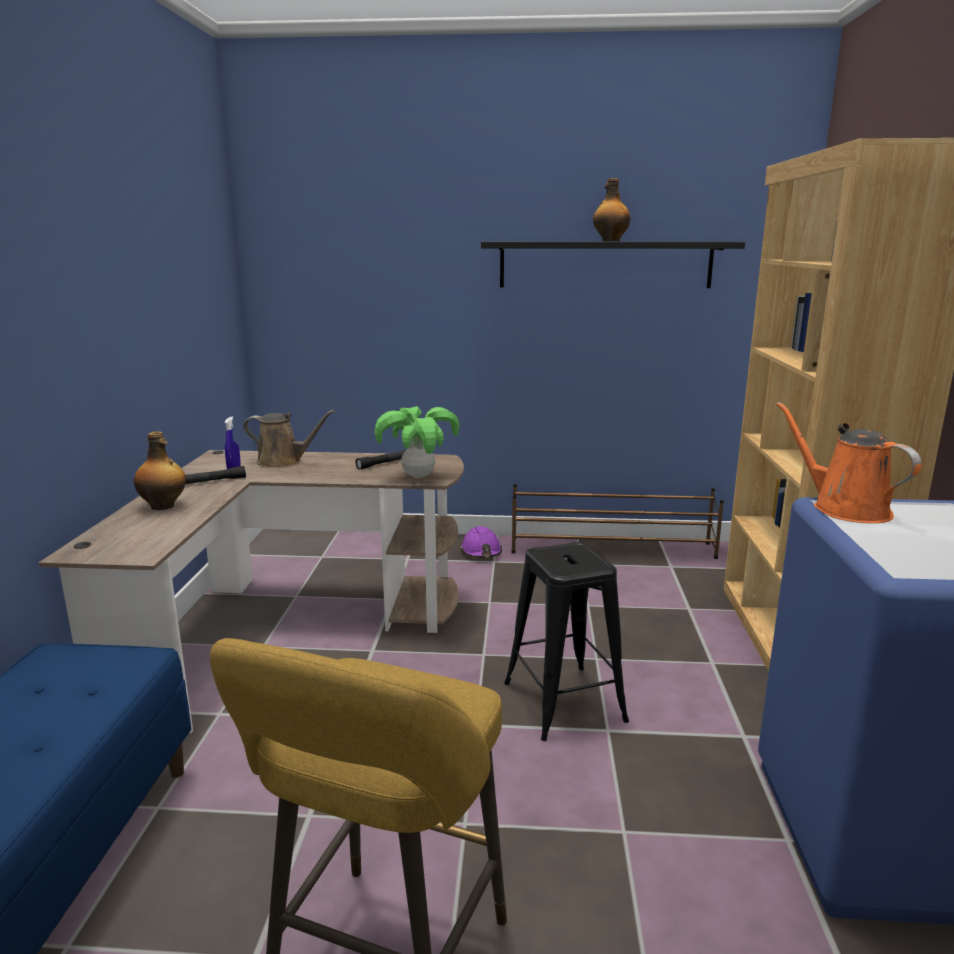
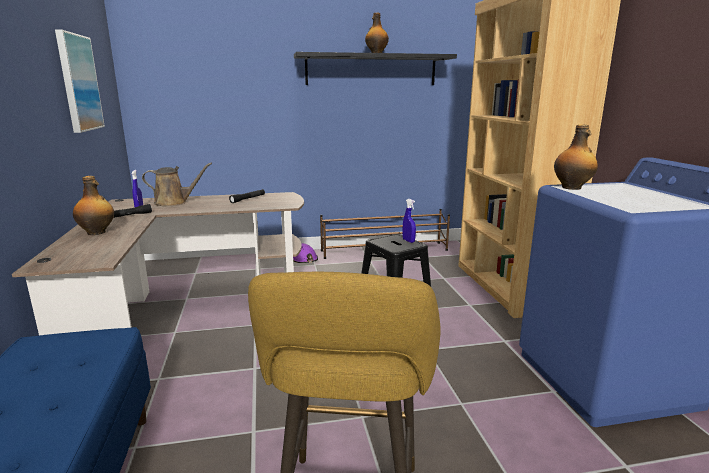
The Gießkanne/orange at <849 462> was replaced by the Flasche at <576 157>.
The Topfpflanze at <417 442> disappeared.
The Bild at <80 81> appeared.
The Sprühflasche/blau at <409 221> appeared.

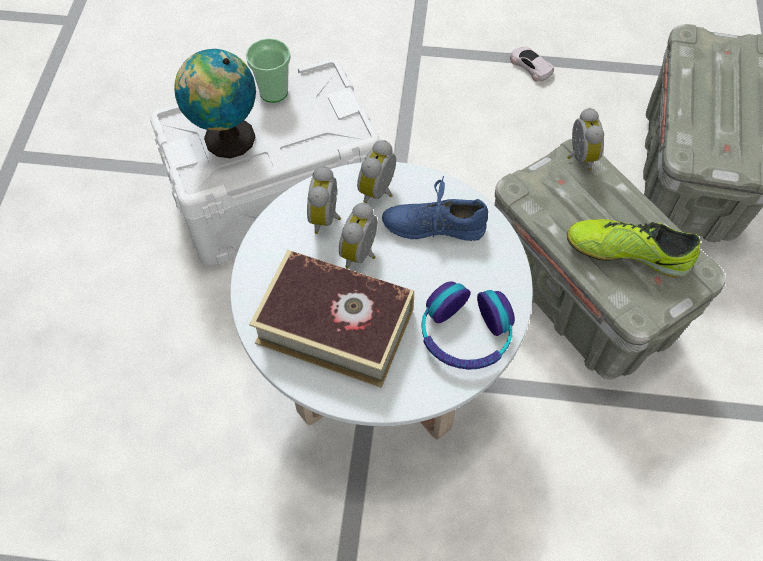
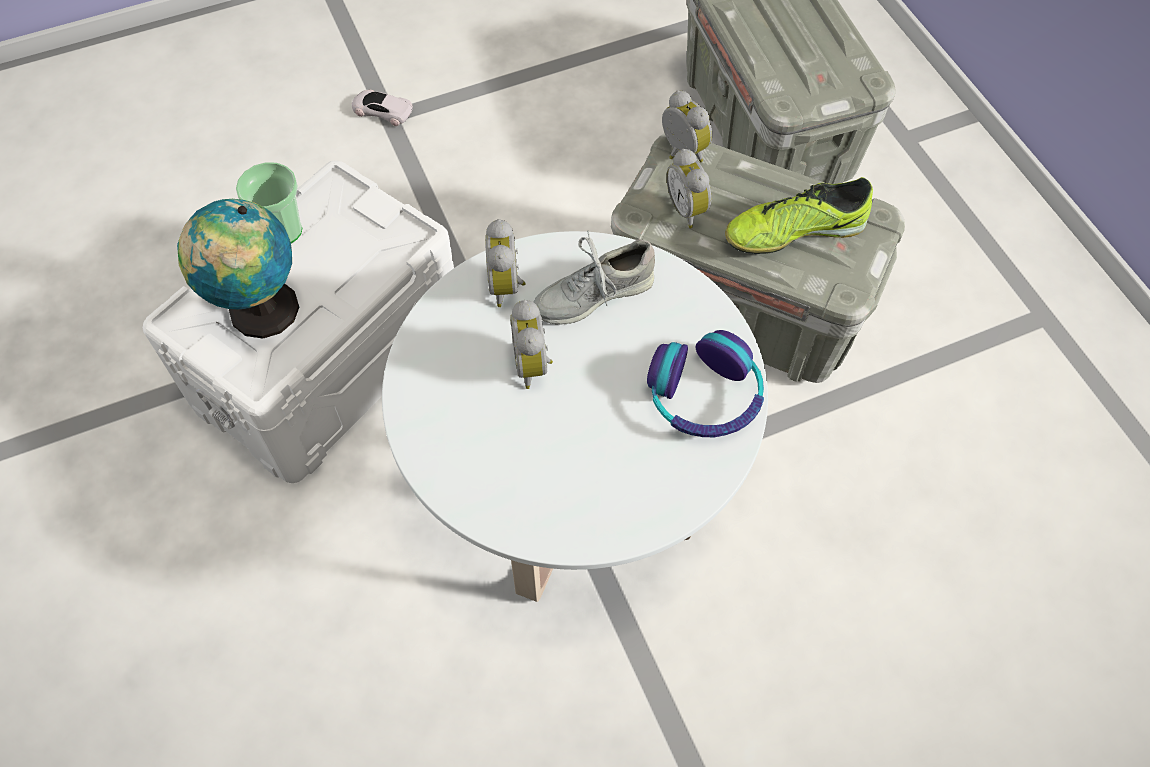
The Spielzeugauto/weiß moved from <532 64> to <382 108>.
The Wecker moved from <324 200> to <688 188>.
The Schuh/blau at <435 208> became the Schuh/grau at <594 277>.
The Buch at <331 319> disappeared.

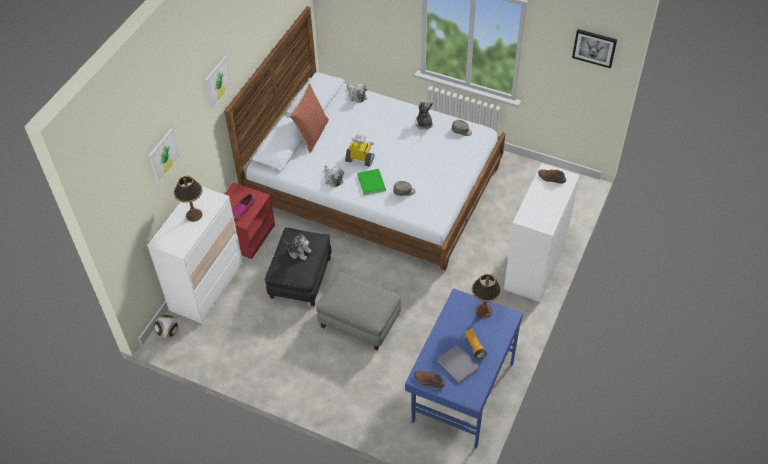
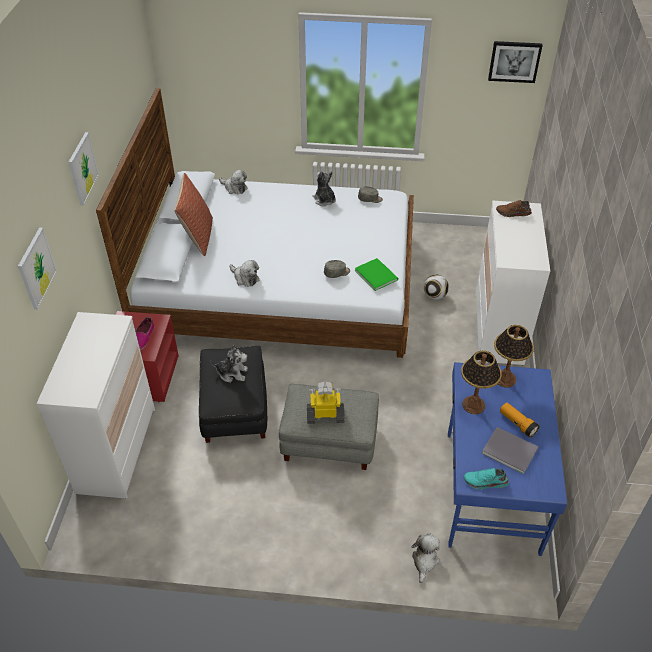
The Spielzeugroboter moved from <360 150> to <325 403>.
The Buch/grün moved from <371 182> to <376 274>.
The Tischlampe moved from <188 199> to <481 382>.
The Fußball moved from <166 326> to <436 287>.
The Schuh/braun at <429 379> became the Schuh/türkis at <486 479>.
The Plüschtier at <426 558> appeared.

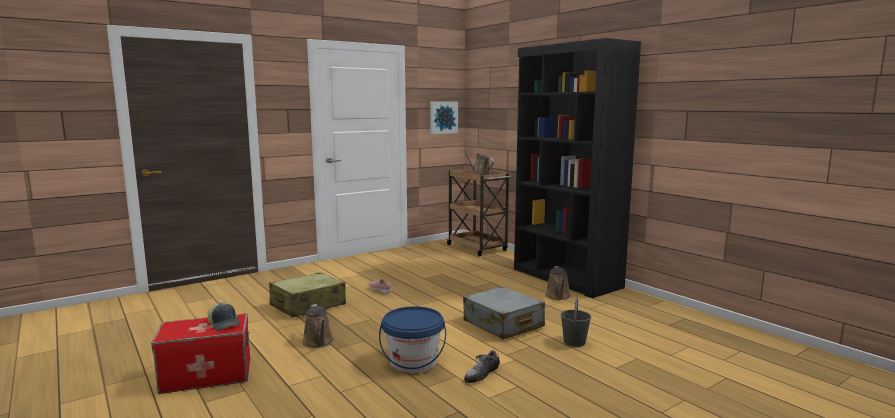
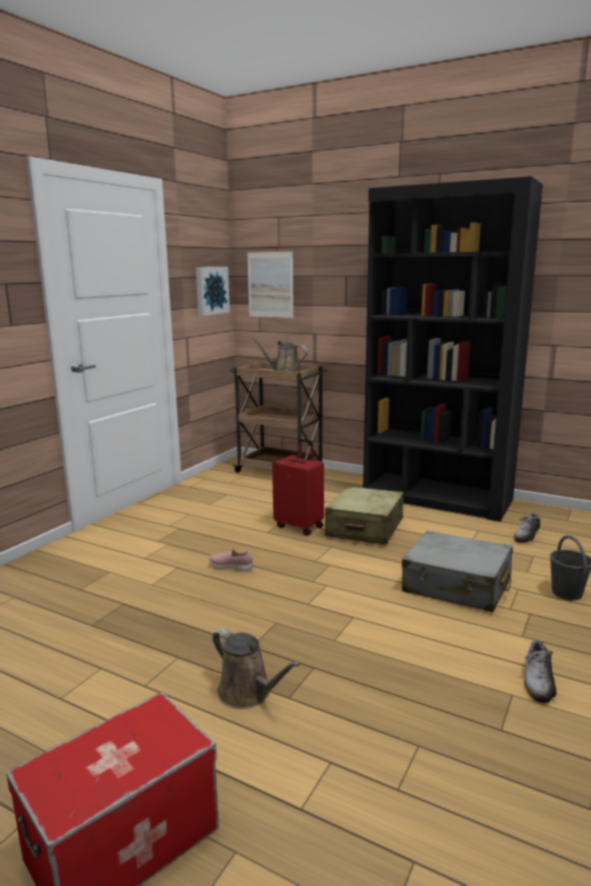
The Gießkanne/braun at <558 283> disappeared.
The Koffer/beige moved from <307 294> to <364 515>.
The Kappe at <224 316> disappeared.
The Eimer/blau at <412 339> disappeared.
The Bild at <270 284> appeared.
The Koffer/rot at <298 487> appeared.
The Schuh at <527 528> appeared.

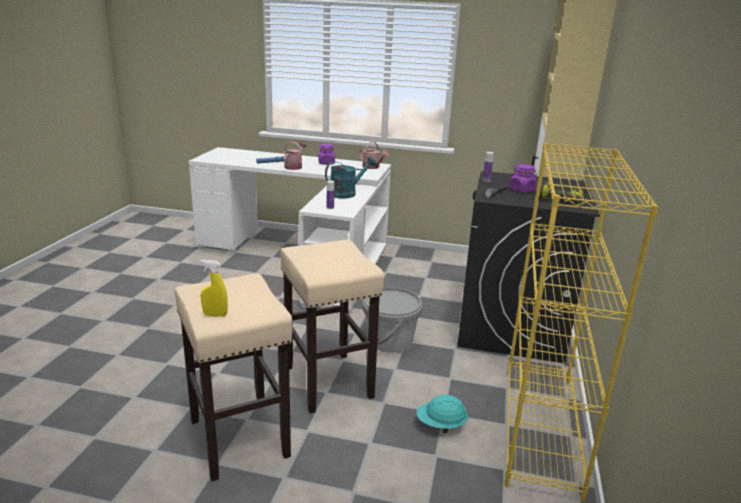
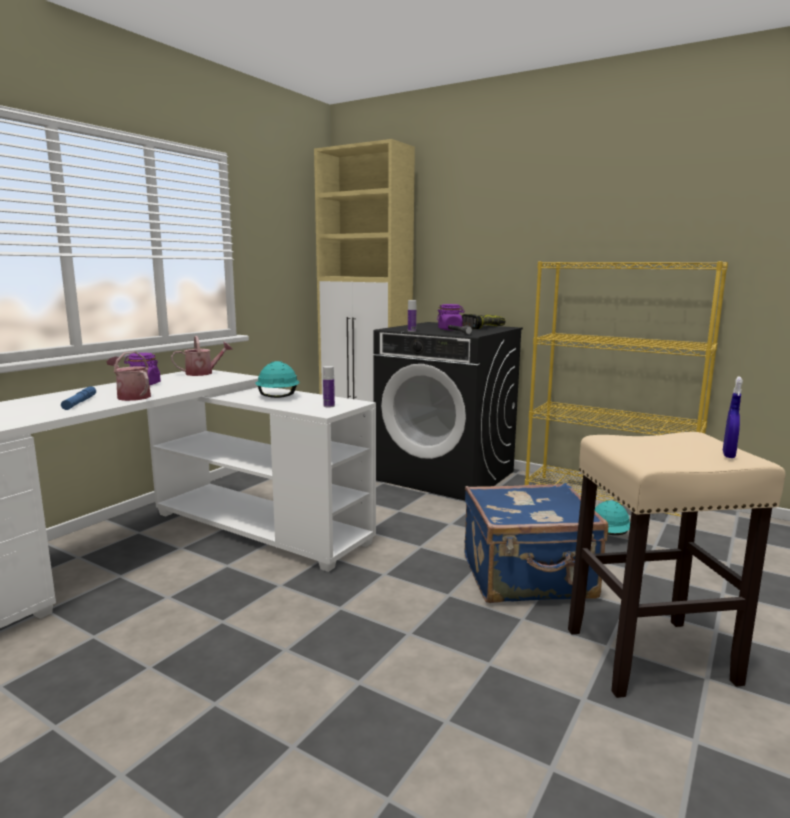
The Gießkanne/türkis at <350 177> was replaced by the Schutzhelm/türkis at <277 379>.
The Hocker/beige at <332 327> was replaced by the Koffer/blau at <536 543>.
The Sprühflasche/gelb at <214 288> became the Sprühflasche/blau at <733 417>.
The Eimer/grau at <392 320> disappeared.

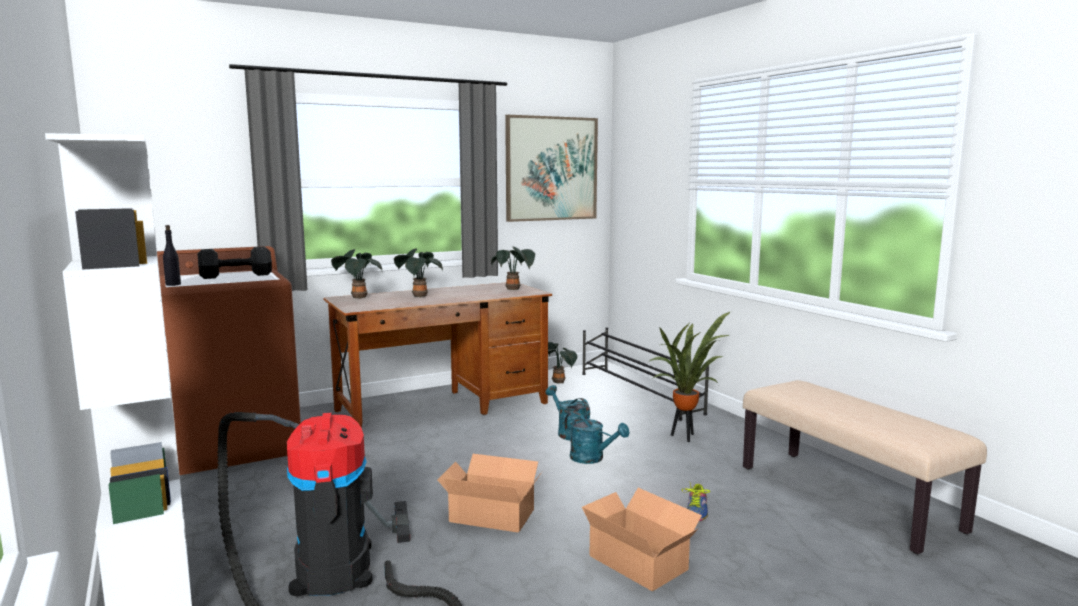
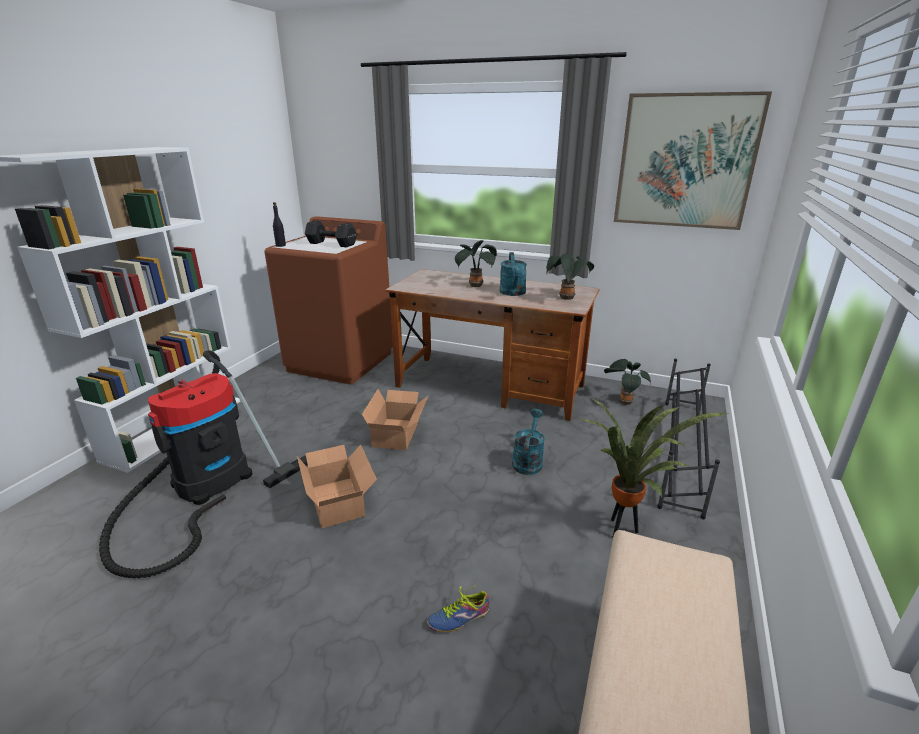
The Topfpflanze at <356 274> disappeared.
The Gießkanne/türkis moved from <597 437> to <513 274>.
The Karton moved from <642 539> to <395 419>.

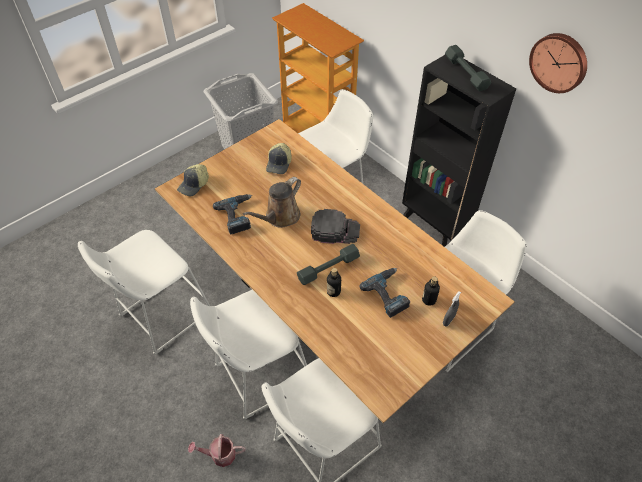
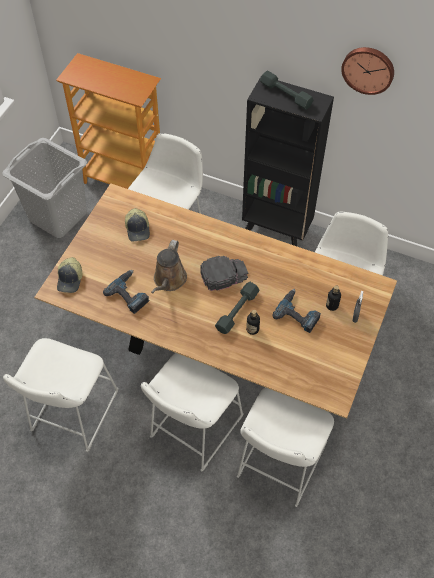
The Gießkanne at <217 450> disappeared.

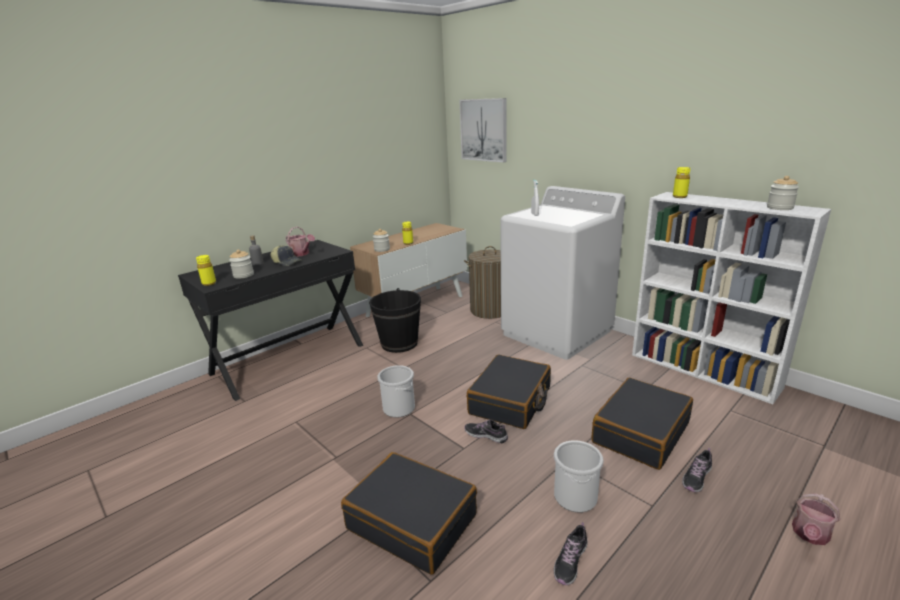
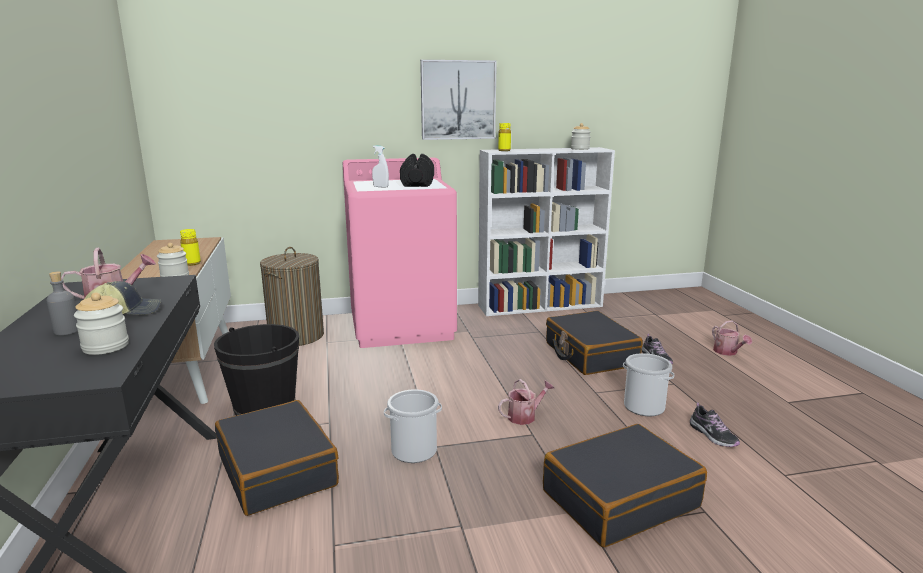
The Bild moved from <483 130> to <458 100>.
The Waschmaschine/weiß at <562 273> became the Waschmaschine/rosa at <399 253>.
The Flasche/gelb at <206 270> disappeared.
The Koffer/schwarz moved from <509 392> to <277 458>.
The Schuh at <486 431> was replaced by the Gießkanne at <526 402>.
The Hantel/schwarz at <417 170> appeared.

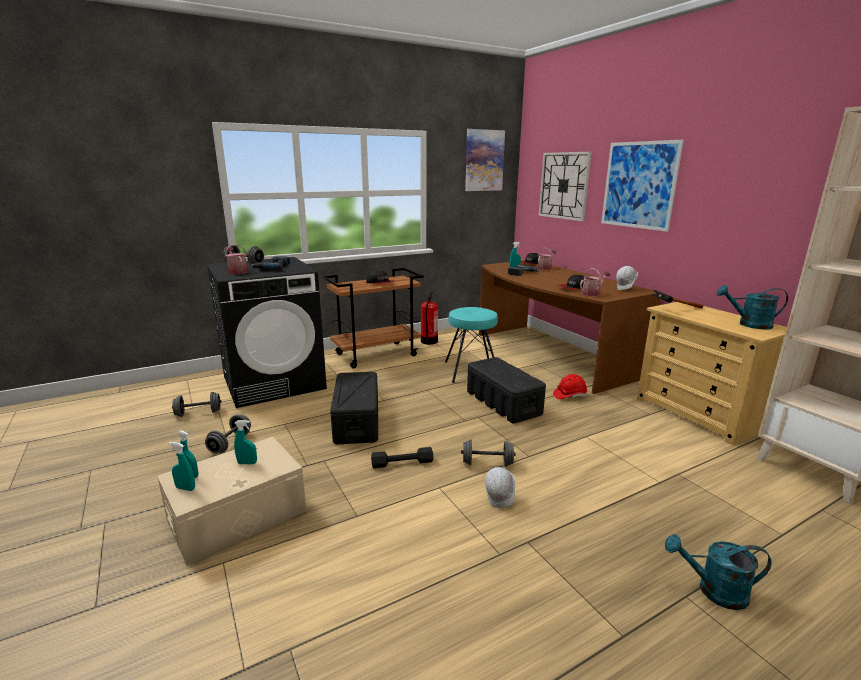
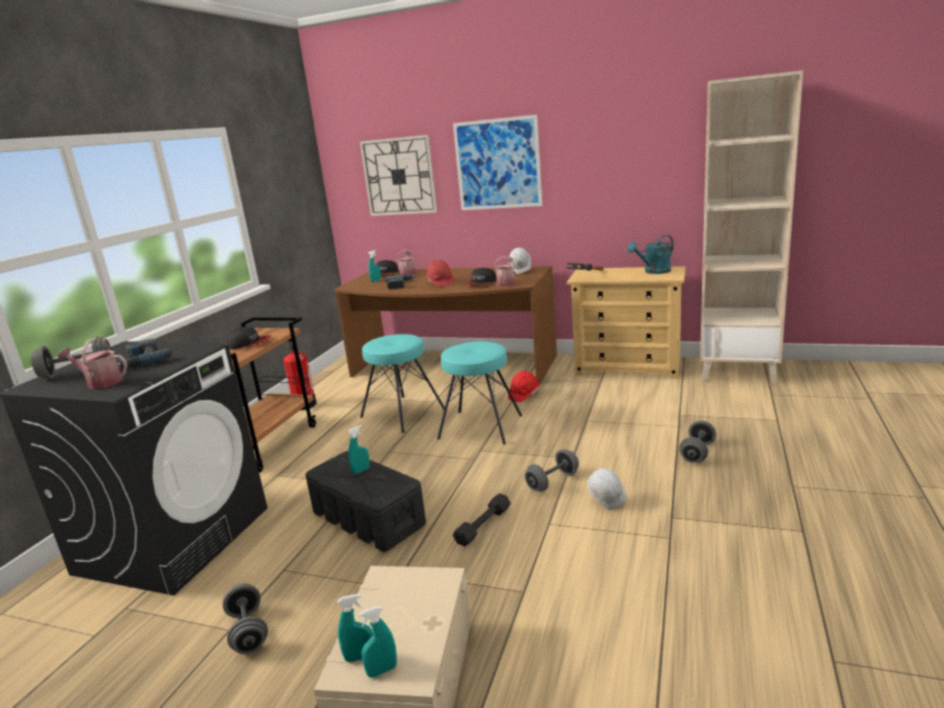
The Bild at <485 160> disappeared.
The Aufbewahrungsbox/schwarz at <506 390> was replaced by the Hocker/türkis at <479 393>.
The Hantel/grau moved from <197 404> to <697 442>.
The Sprühflasche/türkis moved from <245 442> to <359 449>.
The Gießkanne/türkis at <718 572> disappeared.
The Schutzhelm/rot at <440 273> appeared.

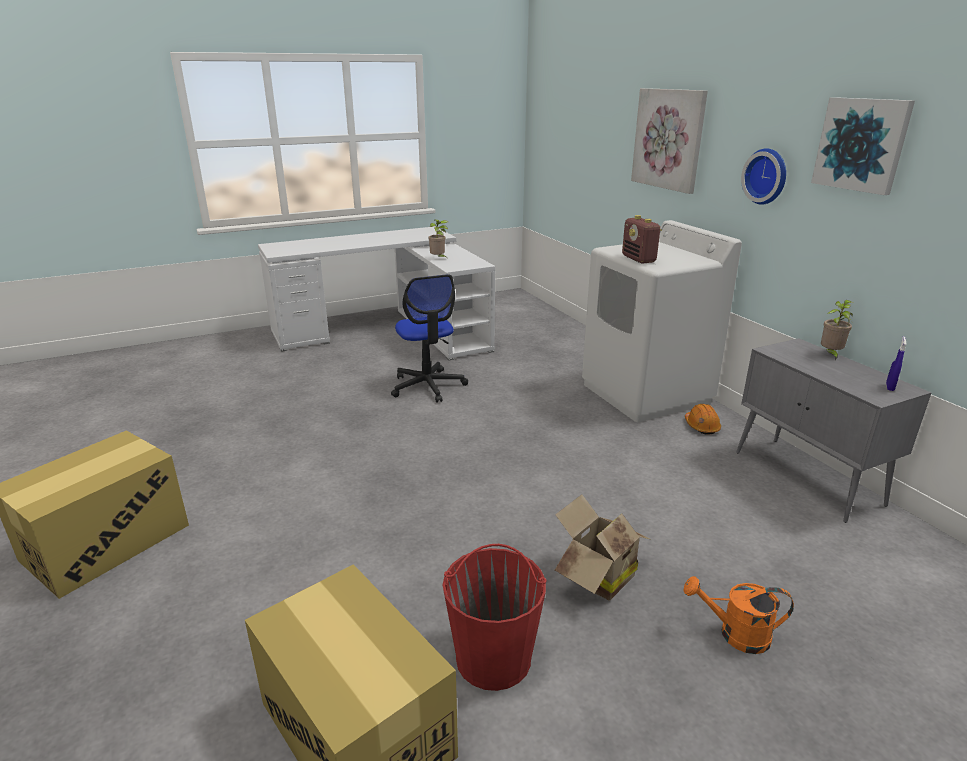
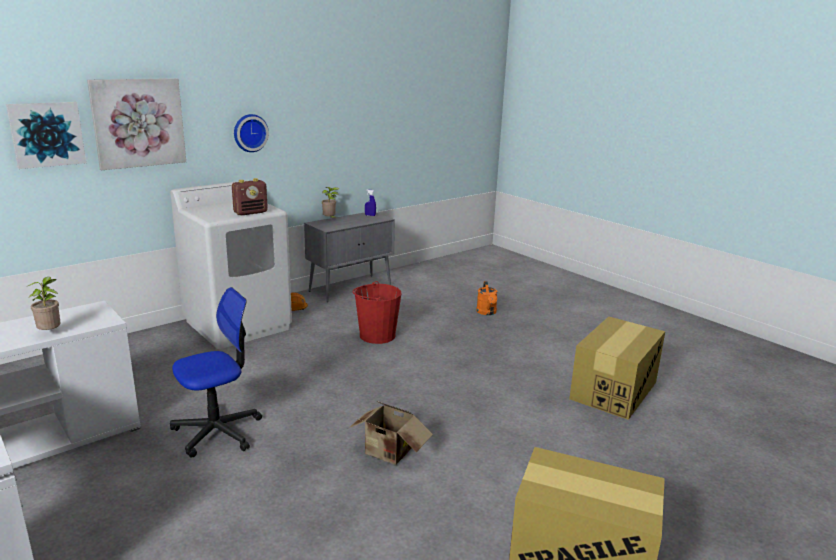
The Bild moved from <863 146> to <46 135>.
The Karton moved from <602 548> to <391 433>.
The Eimer/rot moved from <494 617> to <377 312>.

